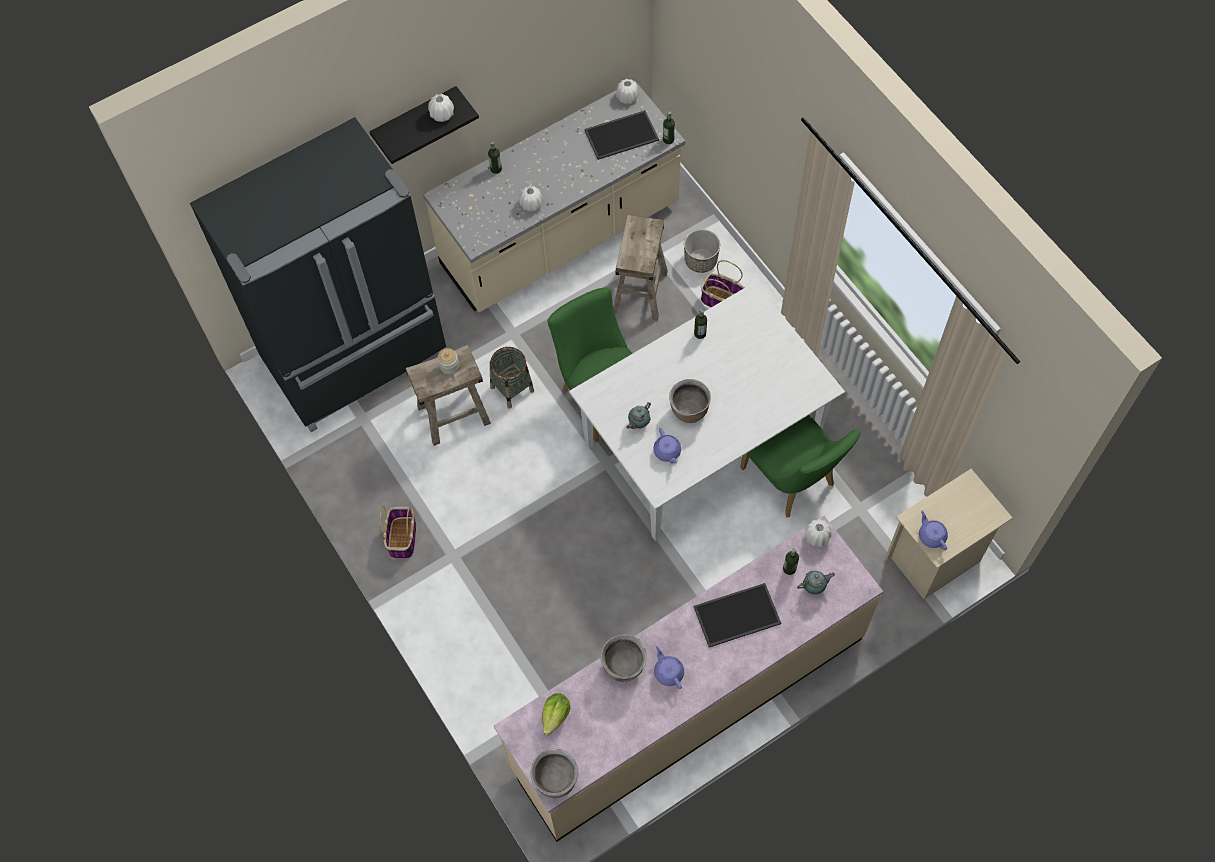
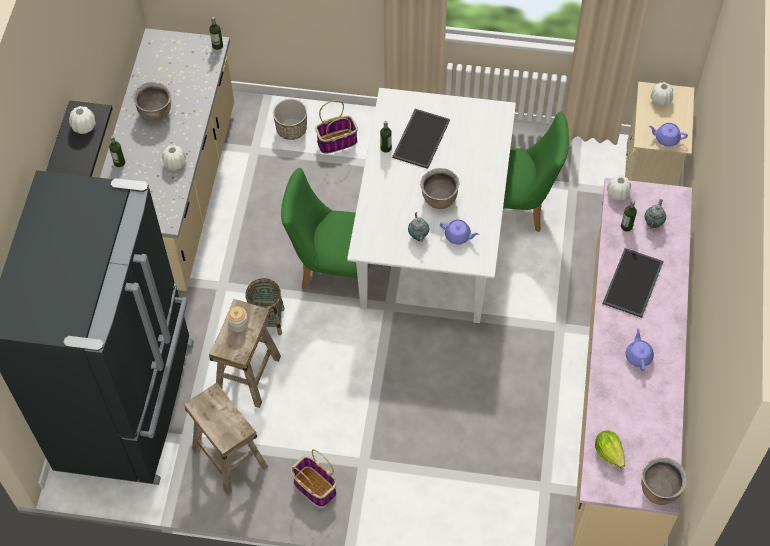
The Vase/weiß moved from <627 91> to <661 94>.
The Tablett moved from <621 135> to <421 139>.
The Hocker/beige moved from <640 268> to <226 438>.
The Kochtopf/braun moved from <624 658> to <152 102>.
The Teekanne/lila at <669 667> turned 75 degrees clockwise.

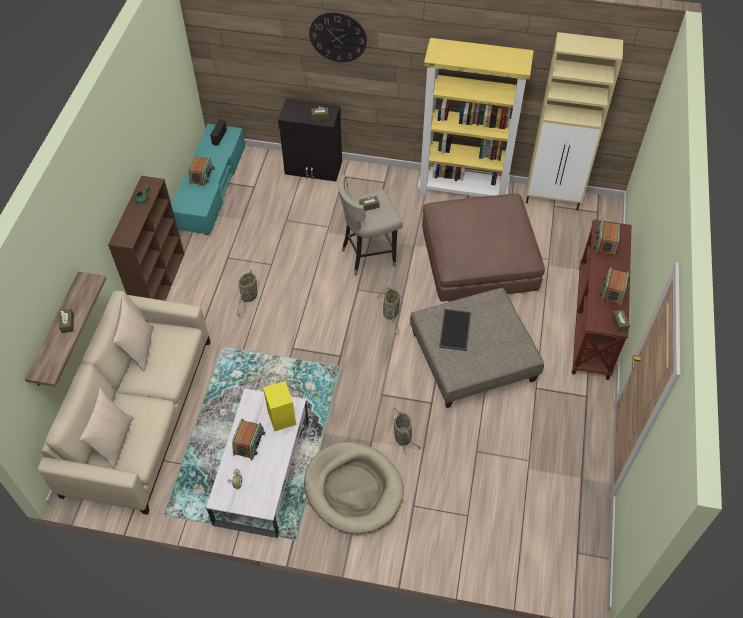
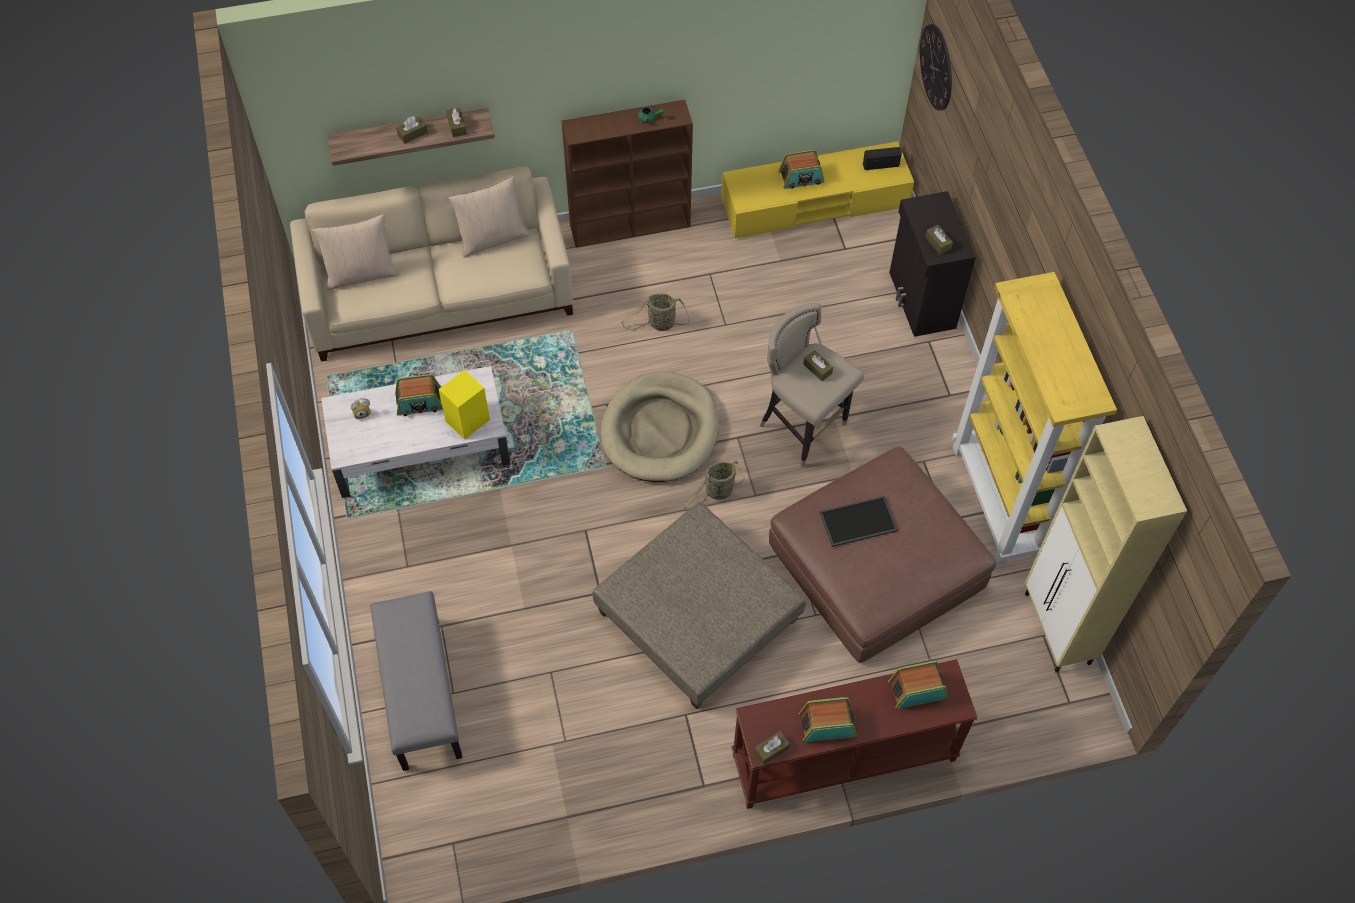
The Wanduhr moved from <338 37> to <936 67>.
The Fernsehschrank/türkis at <208 179> became the Fernsehschrank/gelb at <817 189>.
The Tablett moved from <455 330> to <858 521>.
The Korb at <406 431> disappeared.
The Hundebett/beige moved from <354 488> to <659 427>.
The Taschentuchbox/braun at <456 122> appeared.
The Bank/grau at <416 681> appeared.

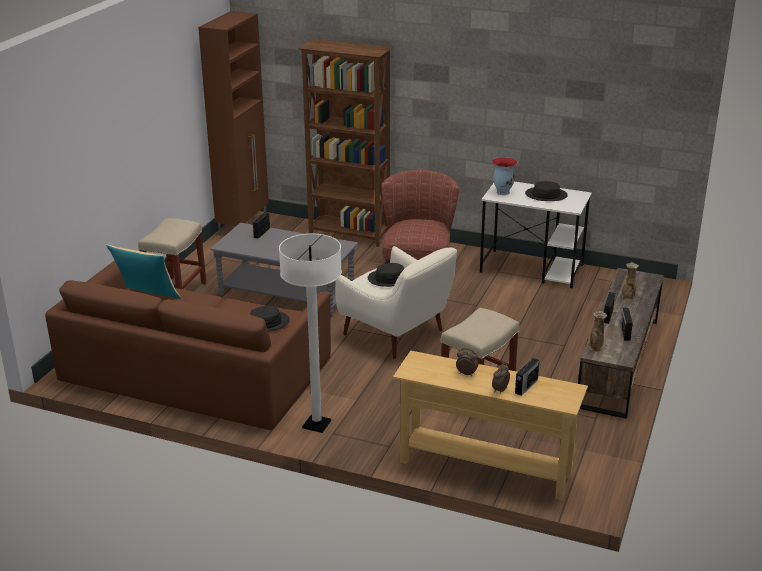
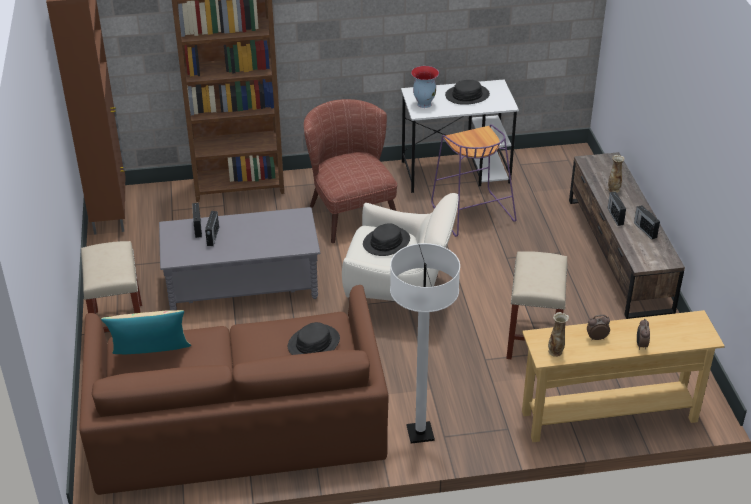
The Vase moved from <598 331> to <558 334>.
The Radio moved from <527 377> to <212 228>.
The Hocker/lila at <473 180> appeared.

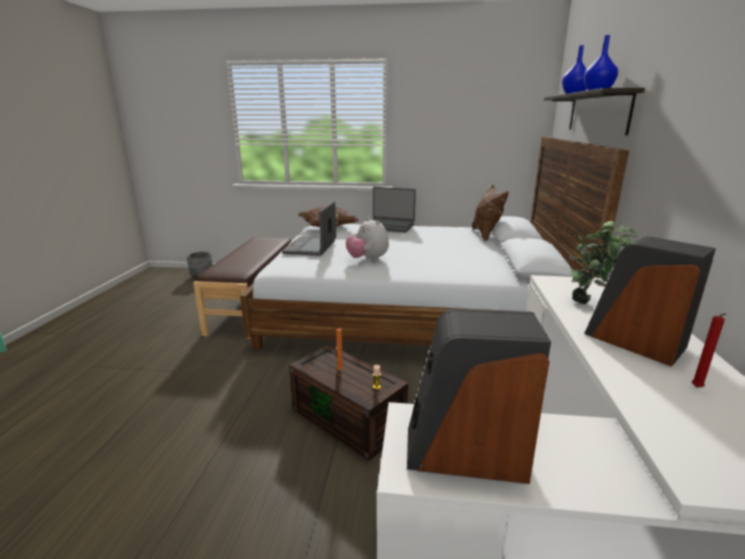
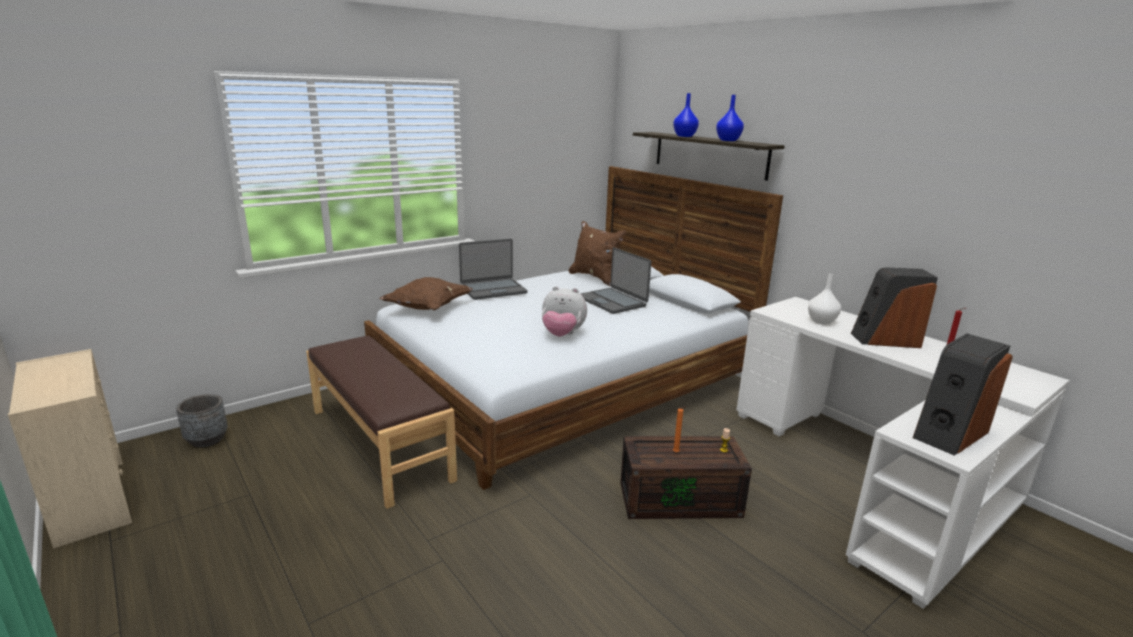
The Laptop moved from <309 228> to <615 280>.
The Topfpflanze at <603 262> was replaced by the Vase/weiß at <824 299>.
The Kommode/beige at <70 448> appeared.

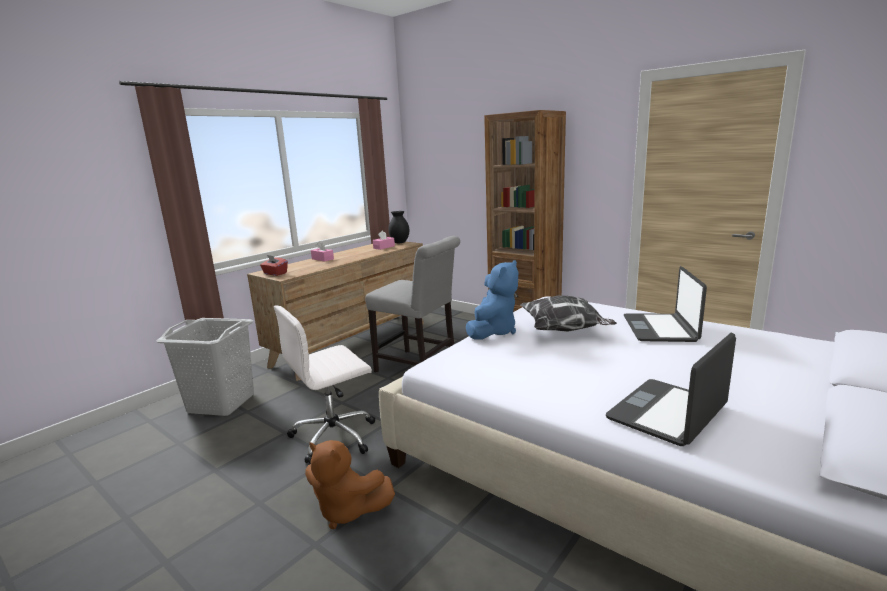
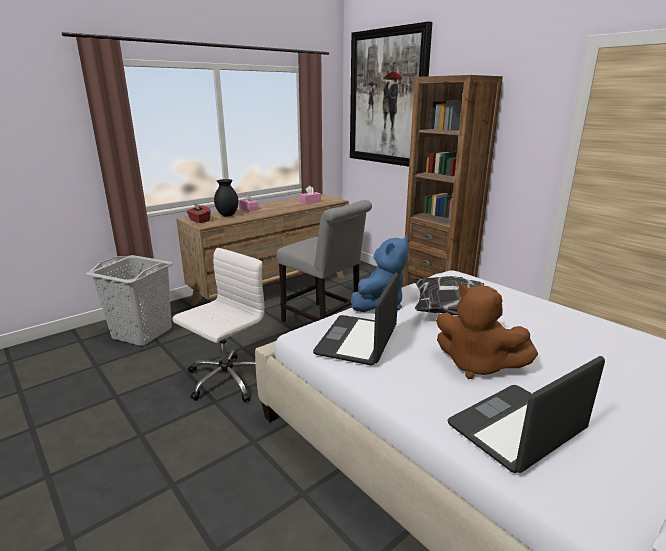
The Vase/schwarz moved from <399 227> to <226 197>.
The Laptop moved from <665 304> to <356 319>.
The Bürostuhl/weiß at <324 384> turned 150 degrees clockwise.
The Plüschtier/braun moved from <350 484> to <487 331>.
The Bild at <391 94> appeared.

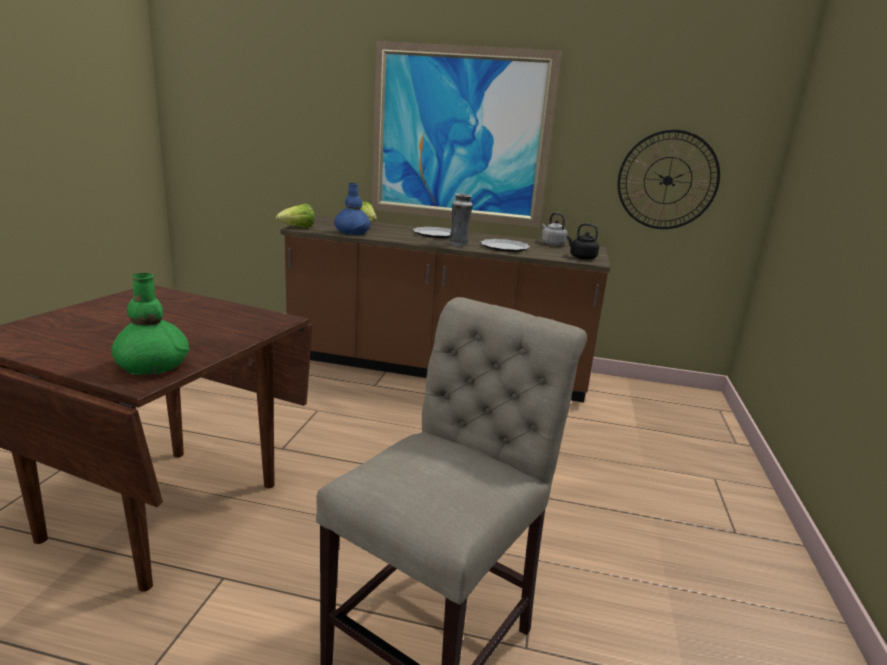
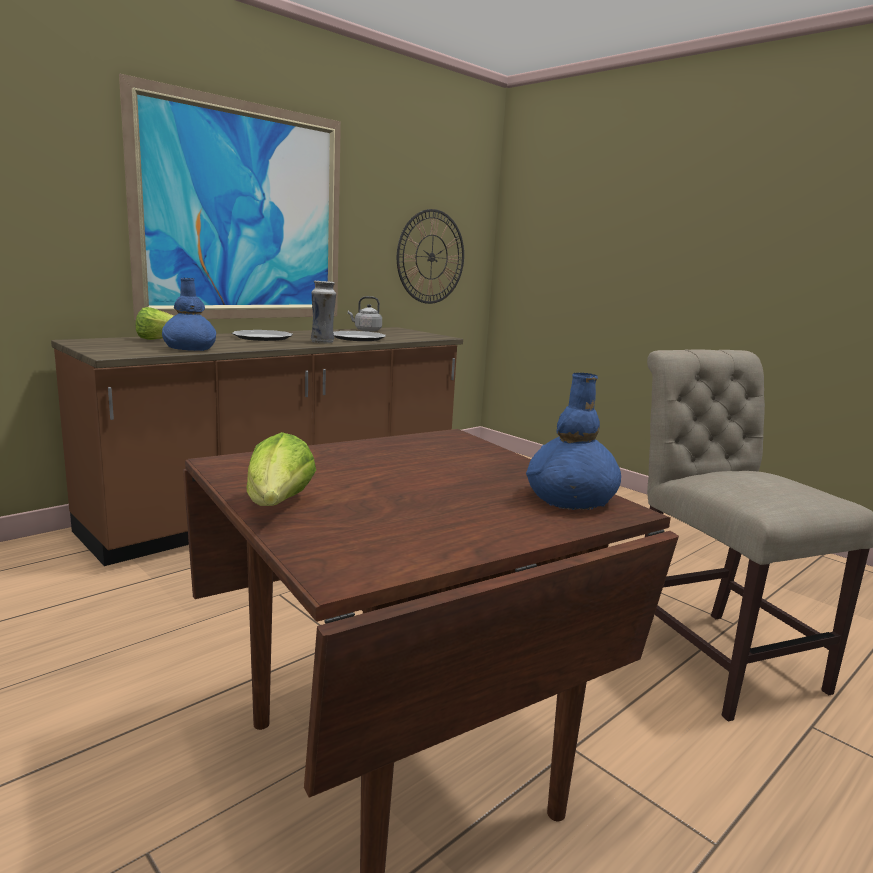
The Salatkopf moved from <295 216> to <281 469>.
The Wasserkessel/schwarz at <583 241> disappeared.
The Vase/grün at <151 324> became the Vase/blau at <573 441>.

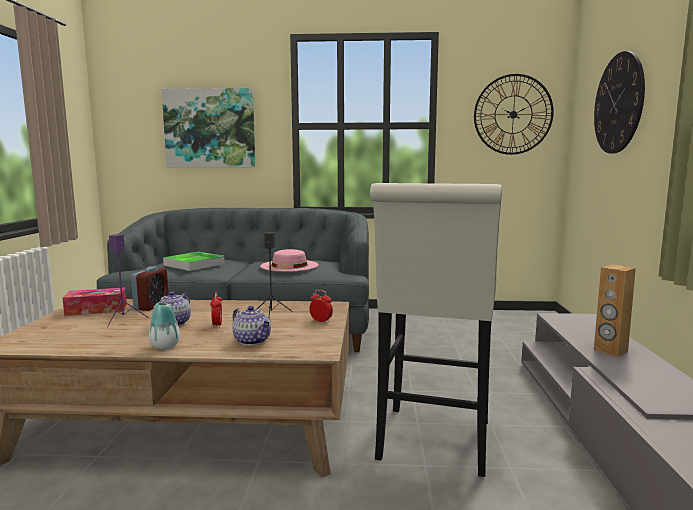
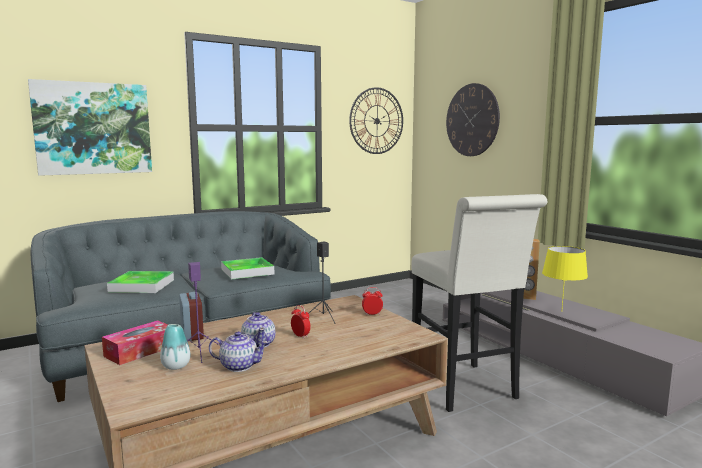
The Hut/rosa at <289 260> was replaced by the Tablett at <247 268>.
The Vase moved from <164 325> to <175 347>.
The Teekanne moved from <251 326> to <239 351>.
The Tischlampe/gelb at <565 276> appeared.

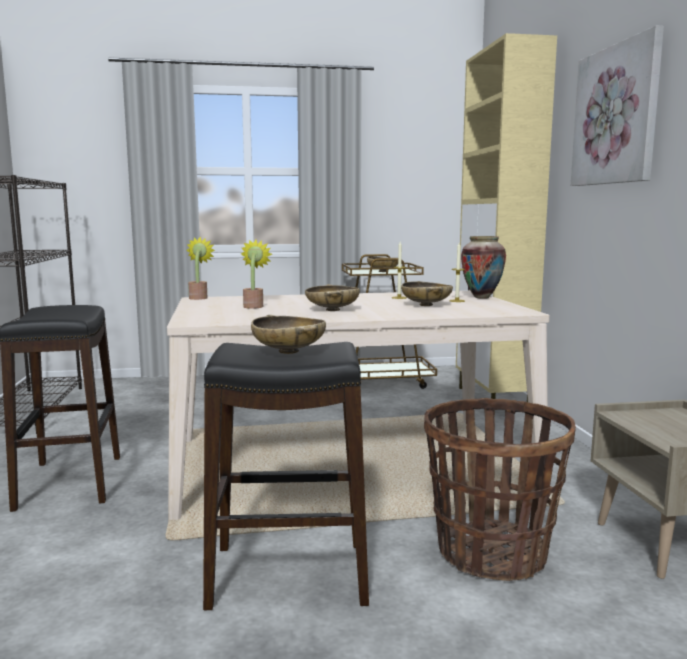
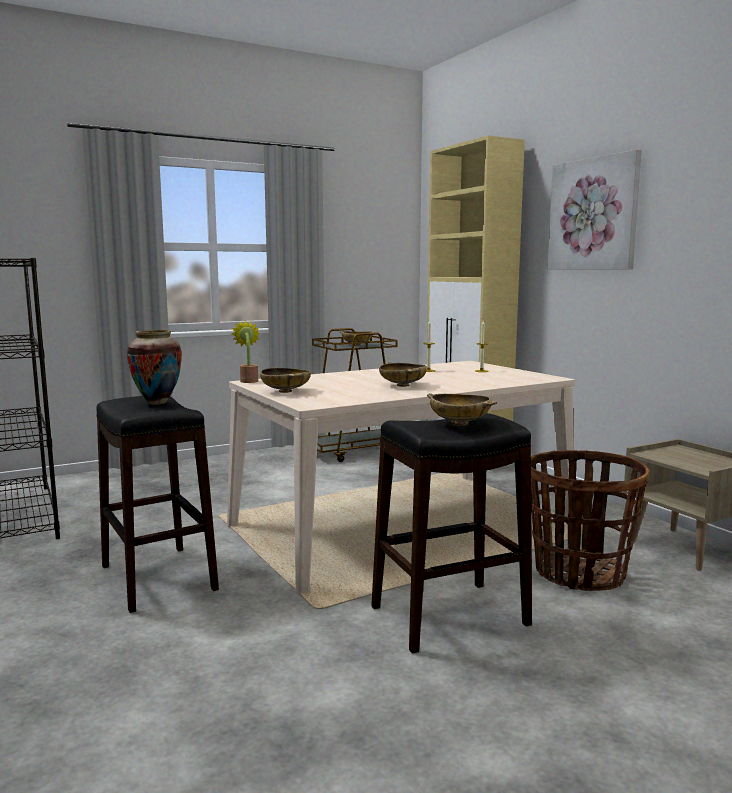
The Vase moved from <483 267> to <154 367>.
The Topfpflanze at <256 274> disappeared.
The Schüssel/beige moved from <427 293> to <285 380>.

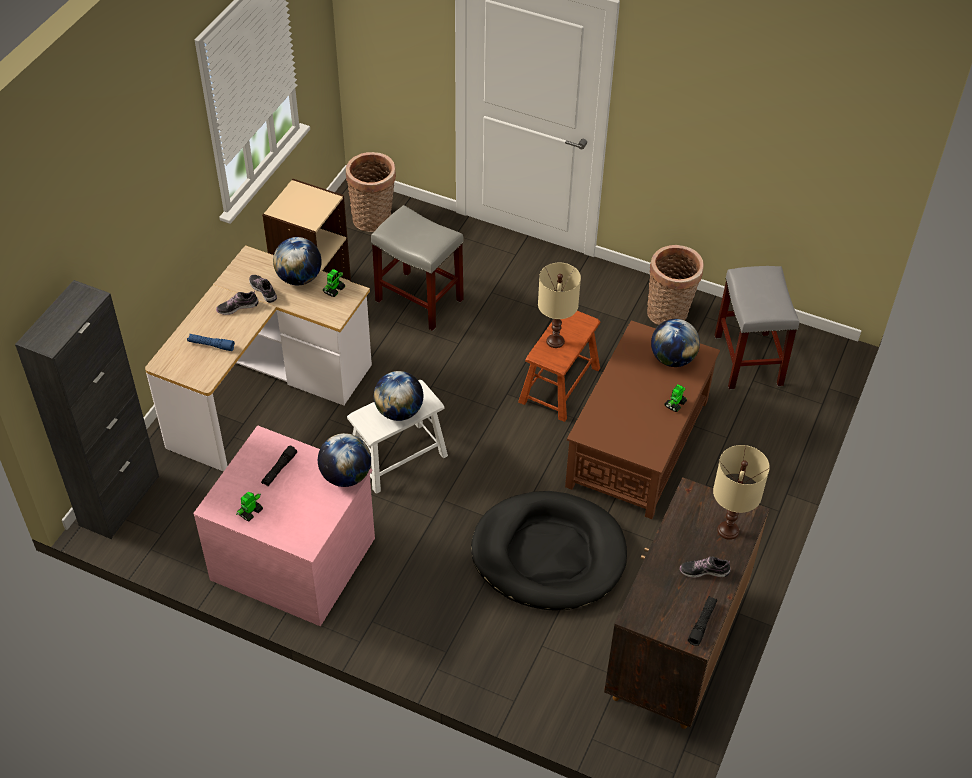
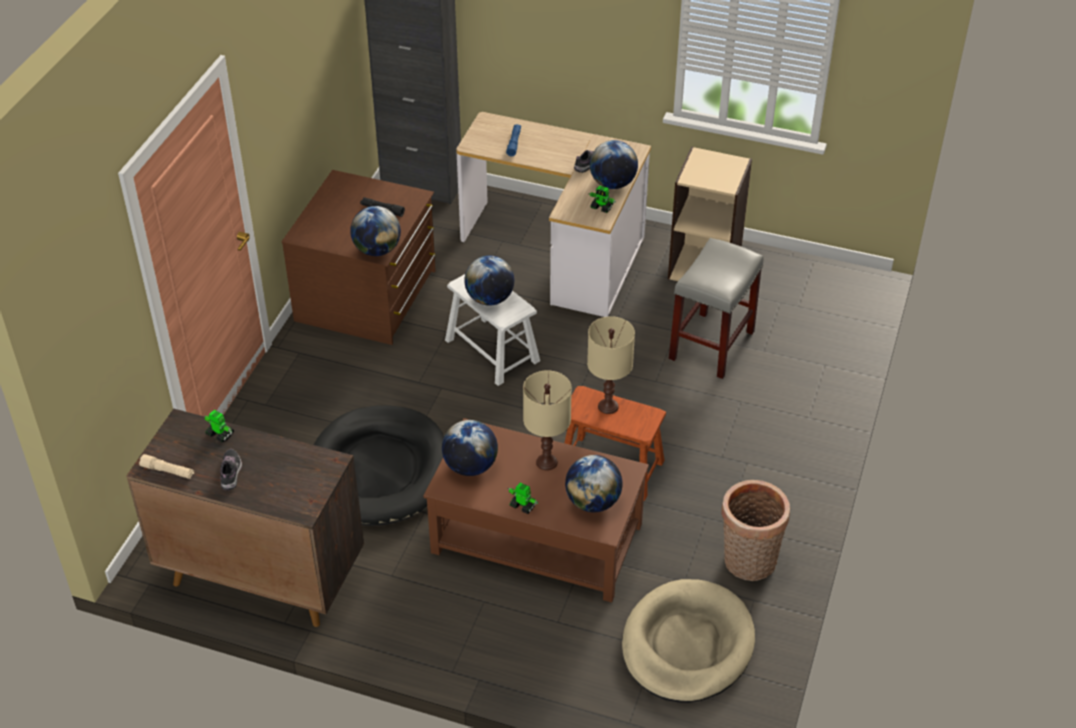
The Korb at <371 192> disappeared.
The Hocker/grau at <757 328> was replaced by the Hundebett/beige at <688 641>.
The Schuh at <237 303> disappeared.
The Kommode/rosa at <284 526> became the Kommode/braun at <358 257>.
The Tischlampe/beige moved from <741 492> to <547 420>.
The Spielzeugroboter moved from <249 506> to <219 426>.
The Taschenlampe/schwarz at <702 621> became the Taschenlampe/beige at <166 466>.
The Globus at <470 448> appeared.

